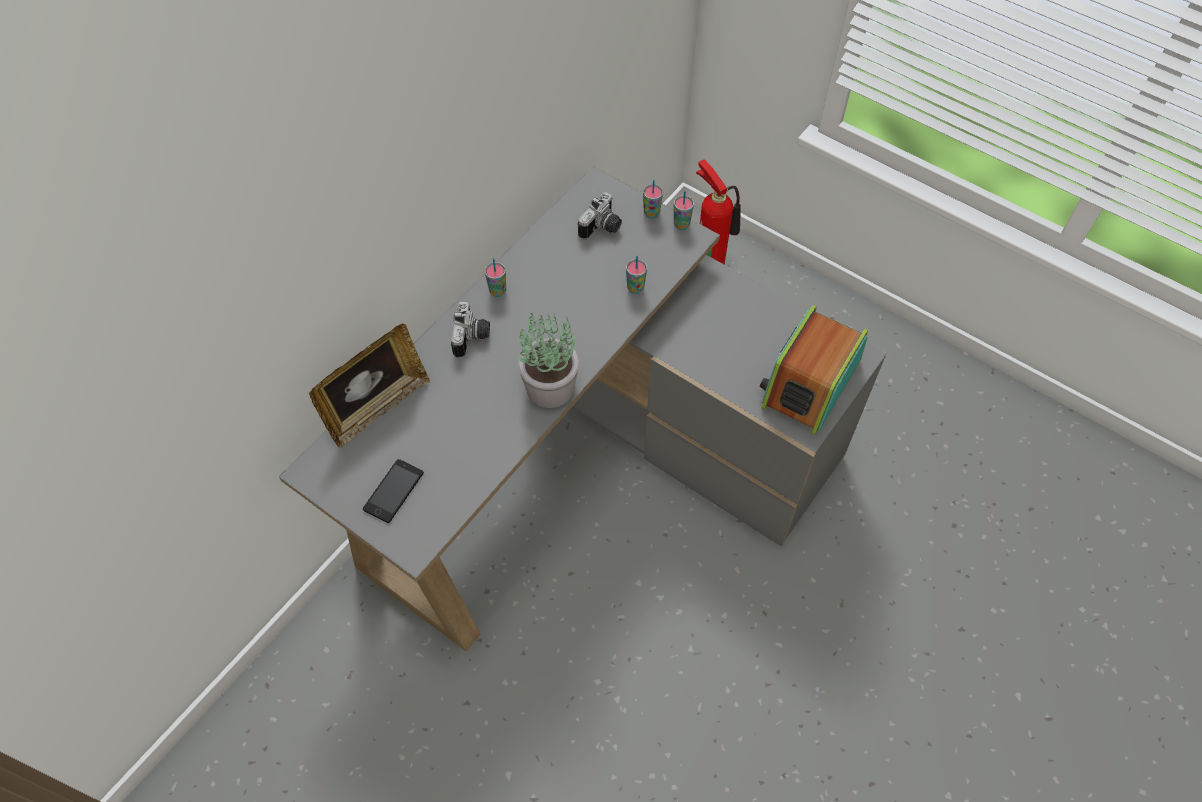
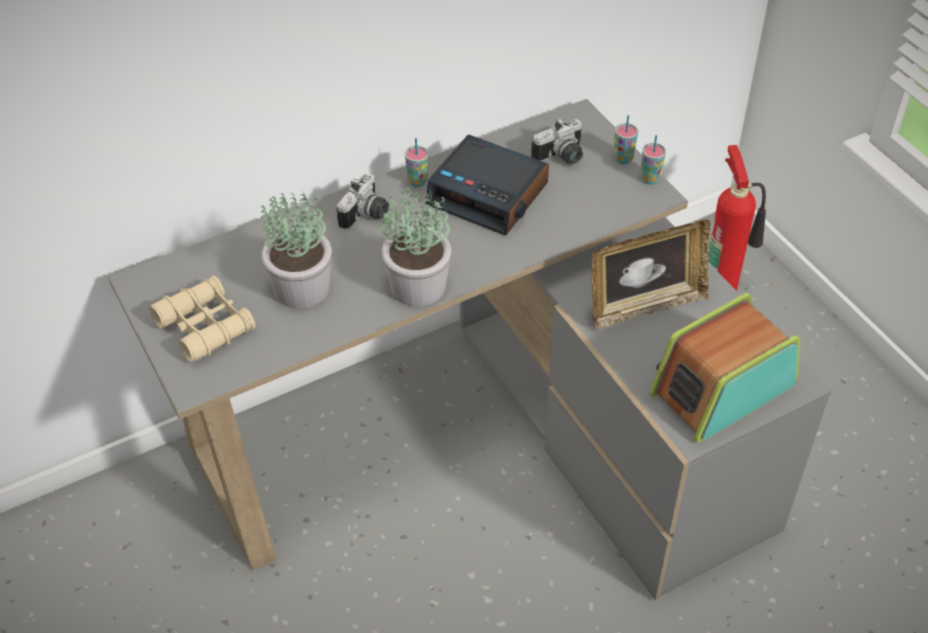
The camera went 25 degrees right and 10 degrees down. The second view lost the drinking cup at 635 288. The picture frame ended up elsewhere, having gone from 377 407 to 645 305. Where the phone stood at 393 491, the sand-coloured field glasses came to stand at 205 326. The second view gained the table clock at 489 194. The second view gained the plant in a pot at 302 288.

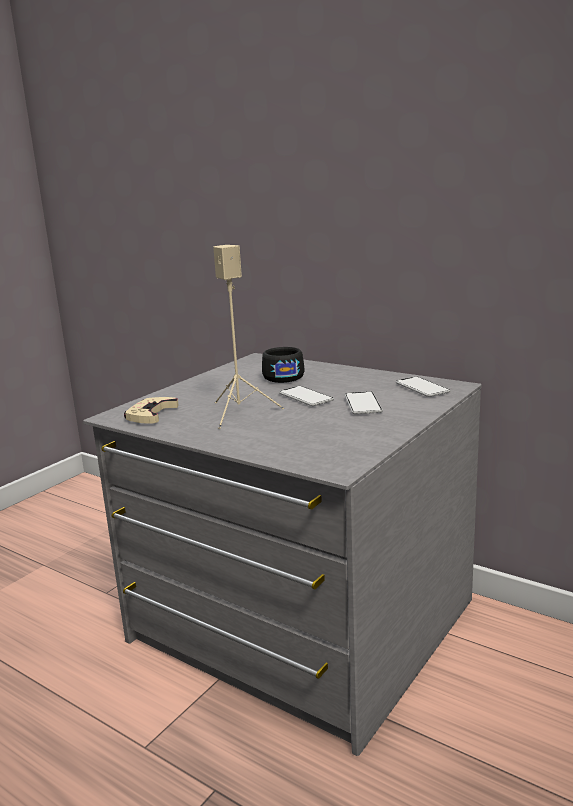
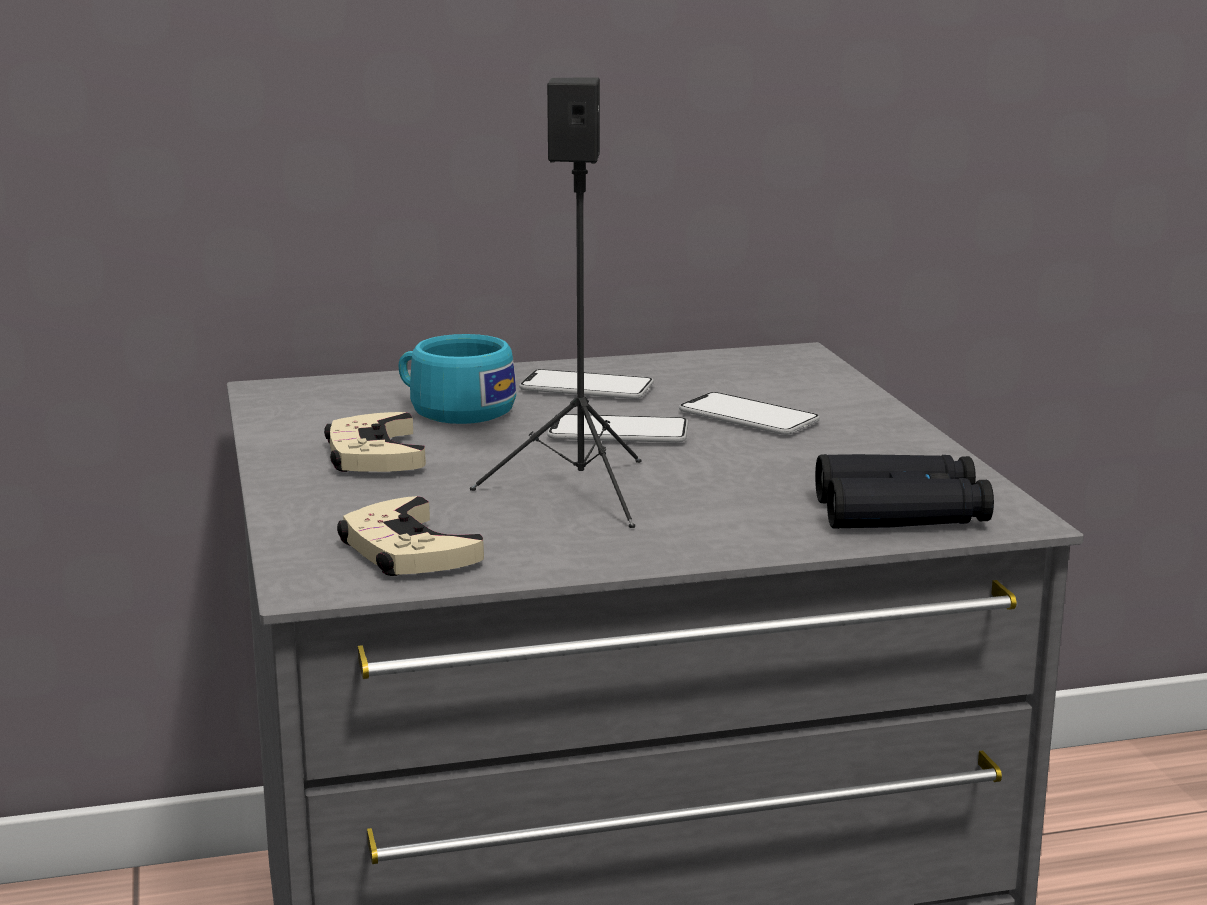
The camera went 50 degrees left and 0 degrees up. What was the sand-coloured loudspeaker at 240 412 turned into the black loudspeaker at 581 490. What was the black drinking cup at 282 376 turned into the blue-green drinking cup at 452 409. The phone ended up elsewhere, having gone from 422 388 to 586 388. The second view gained the sand-coloured game controller at 374 455. The second view gained the black field glasses at 901 512.

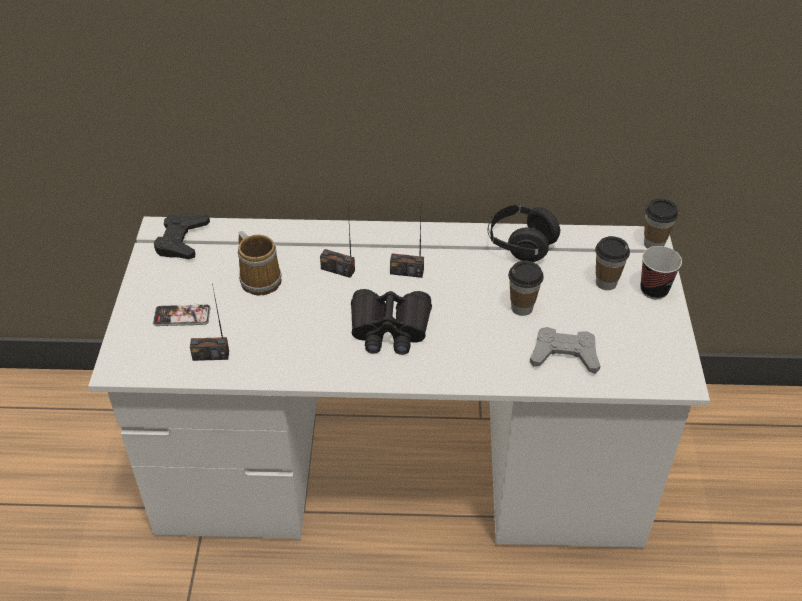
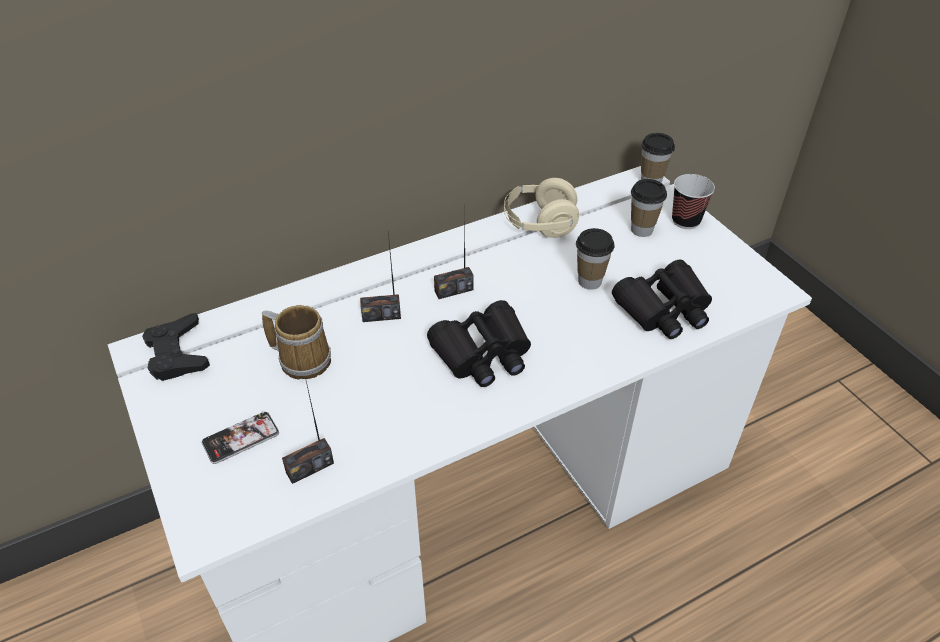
The camera went 30 degrees left and 0 degrees up. What was the black headphones at 520 245 turned into the sand-coloured headphones at 539 224. Where the greyish game controller stood at 564 355, the black field glasses came to stand at 664 309.

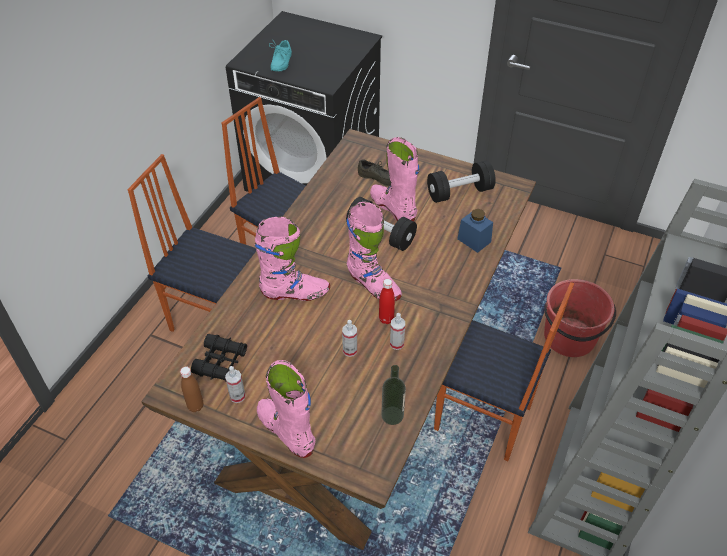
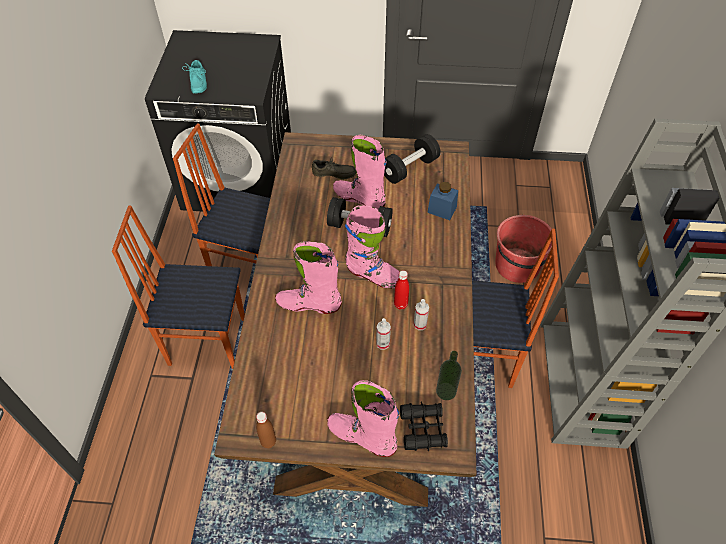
The camera went 20 degrees left and 5 degrees up. The pink-coloured high-top boot at 295 293 ended up facing another way, 150 degrees counterclockwise from before. The black field glasses ended up elsewhere, having gone from 221 362 to 423 429. The second view lost the spray bottle at 237 396.

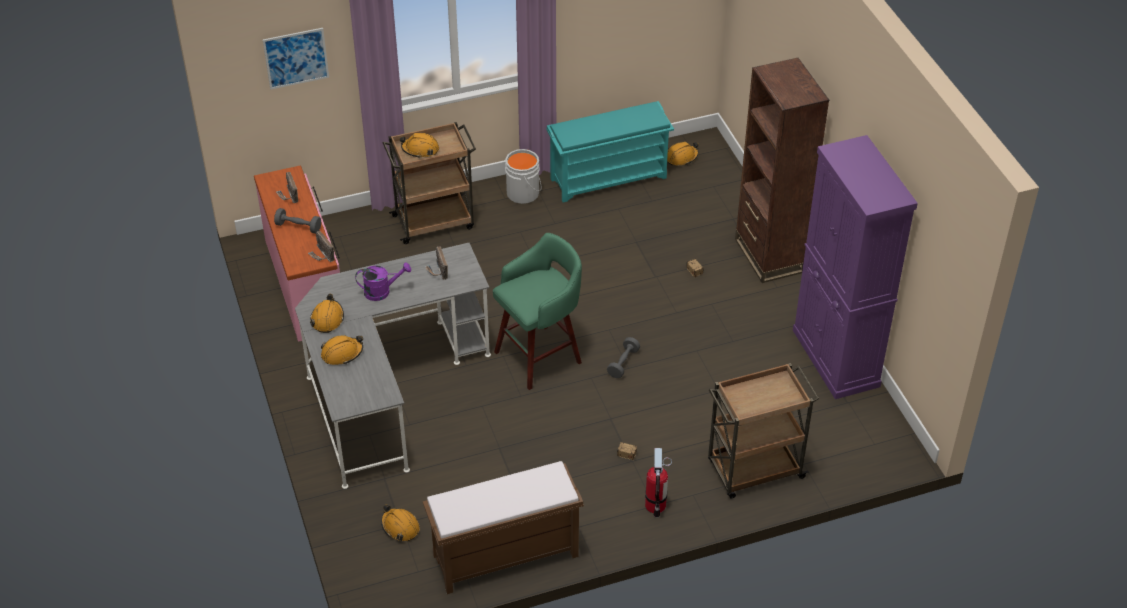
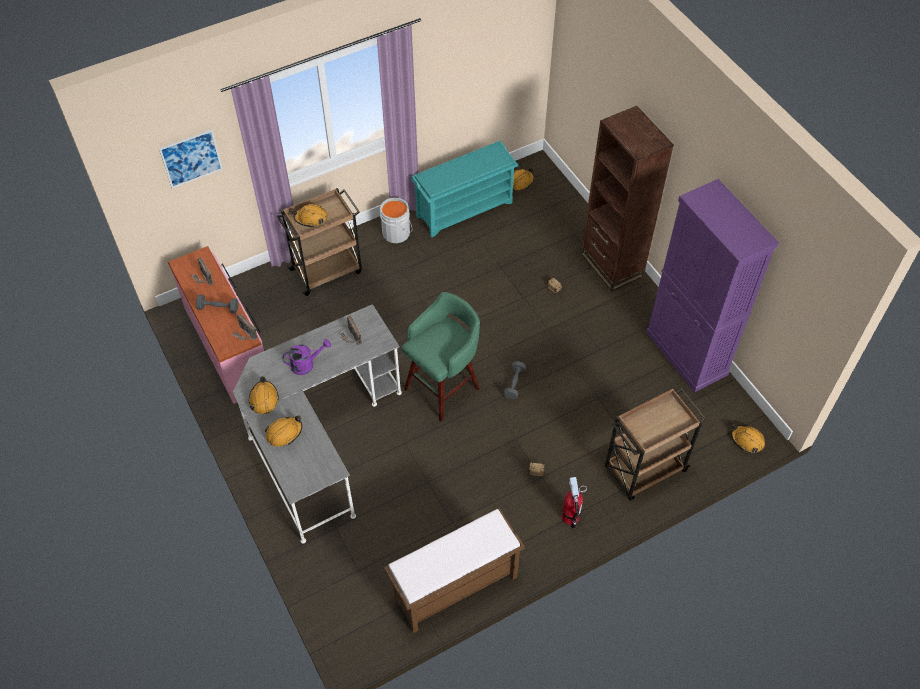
The camera went 10 degrees left and 10 degrees up. The orange hard hat ended up elsewhere, having gone from 400 527 to 747 440.

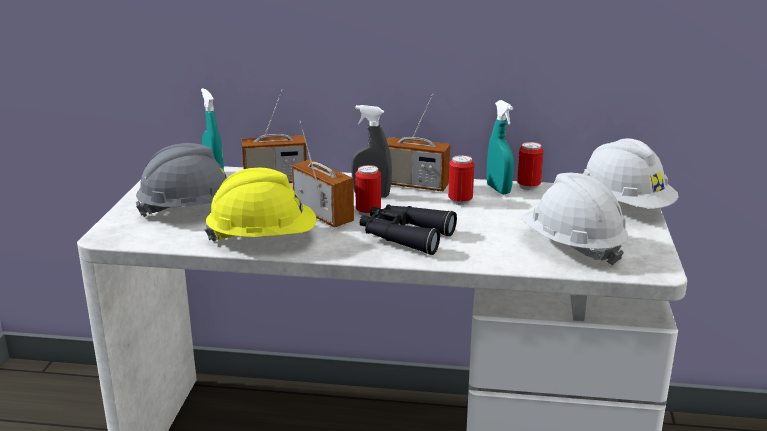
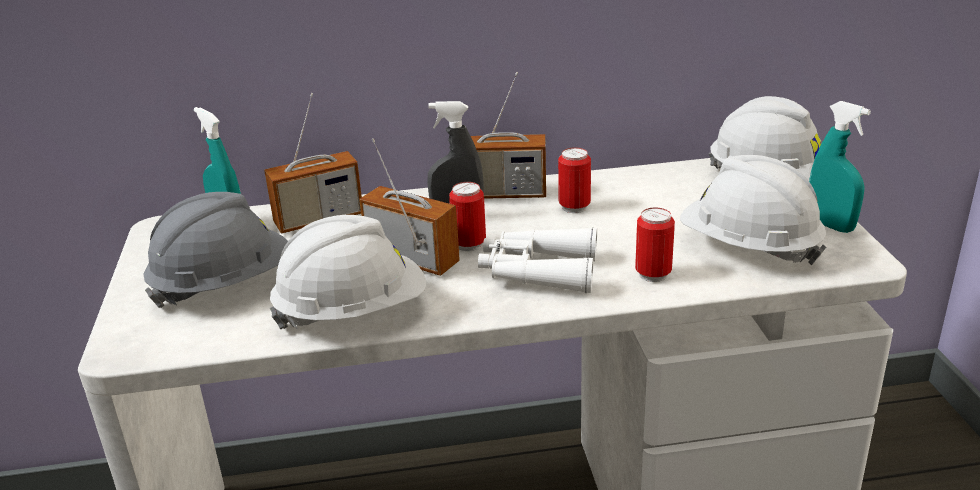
The camera went 15 degrees left and 5 degrees up. The blue-green spray bottle ended up elsewhere, having gone from 498 189 to 830 225. The metal can ended up elsewhere, having gone from 528 186 to 653 274. What was the yellowish hard hat at 263 239 turned into the whitish hard hat at 352 312. What was the black field glasses at 404 236 turned into the whitish field glasses at 537 272.

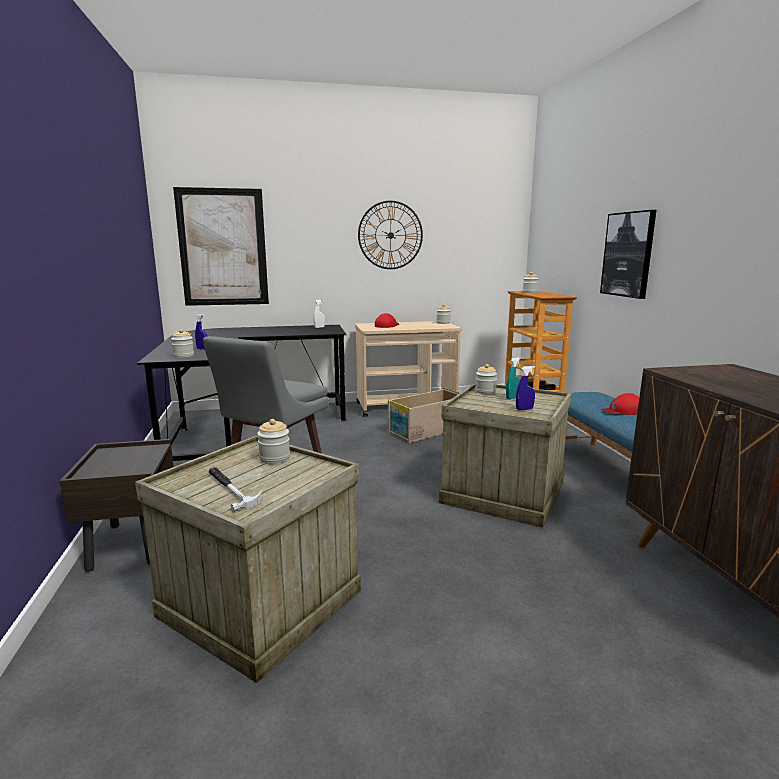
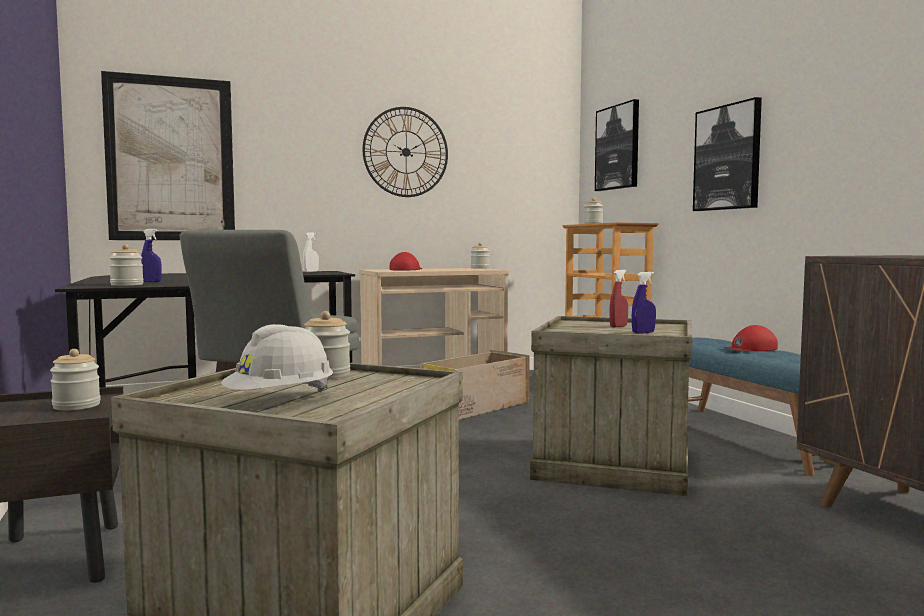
The camera went 10 degrees left and 10 degrees down. What was the blue-green spray bottle at 513 398 turned into the red spray bottle at 618 326. The storage jar ended up elsewhere, having gone from 485 391 to 76 406. Where the hammer stood at 231 489, the whitish hard hat came to stand at 280 400. The second view gained the wall picture at 618 147.

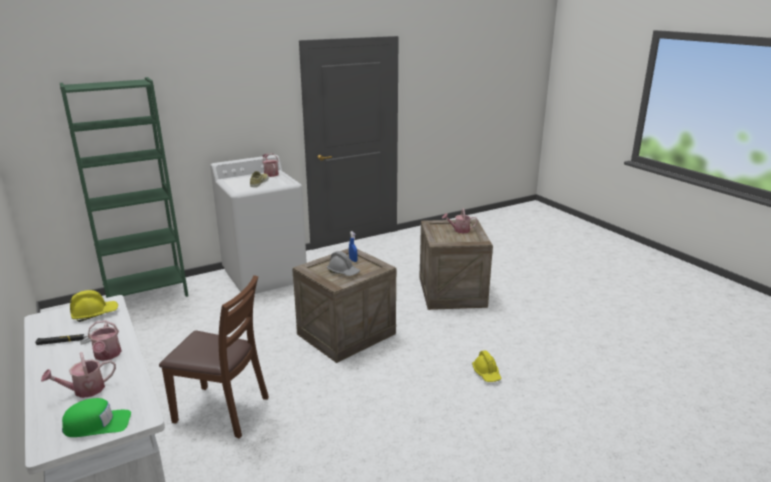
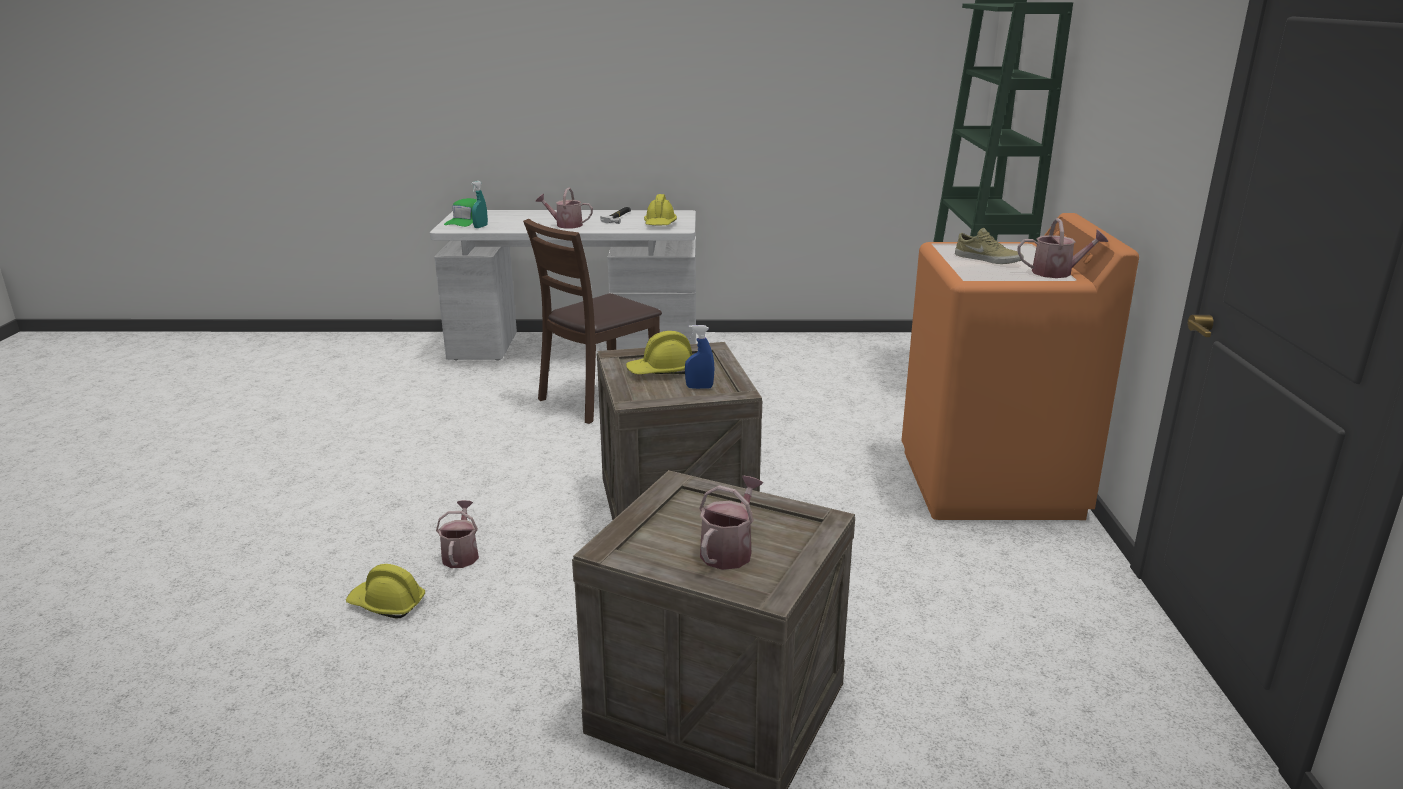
The camera went 120 degrees right and 0 degrees up. What was the whitish laundry appliance at 265 275 turned into the orange laundry appliance at 990 483. What was the greyish hard hat at 343 272 turned into the yellowish hard hat at 661 371. The watering can ended up elsewhere, having gone from 84 390 to 461 554. The second view gained the blue-green spray bottle at 480 227.

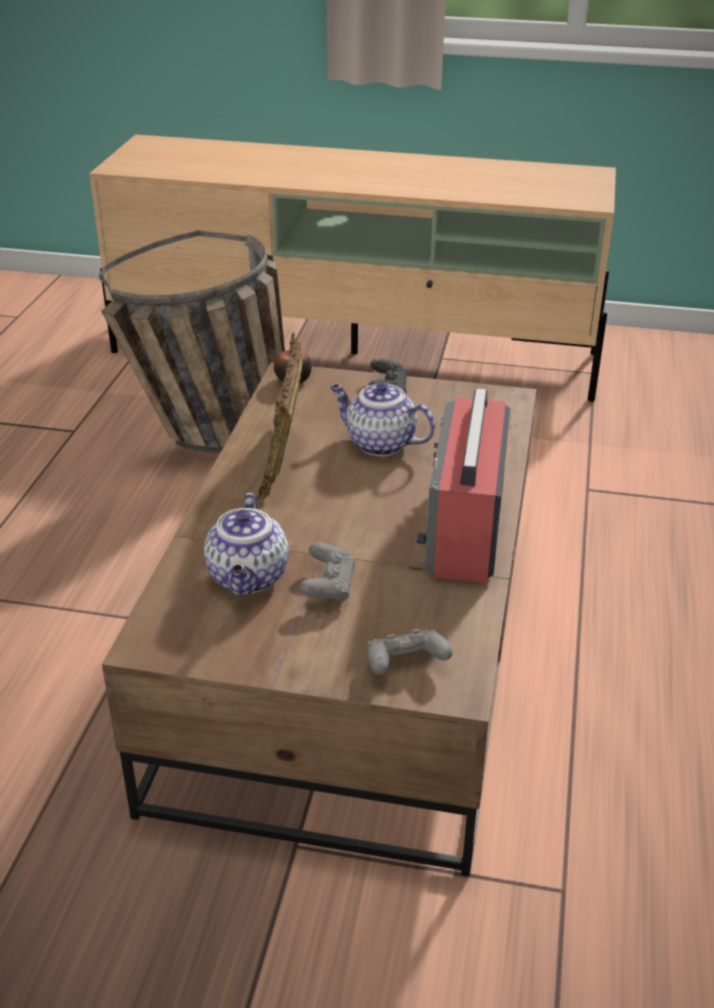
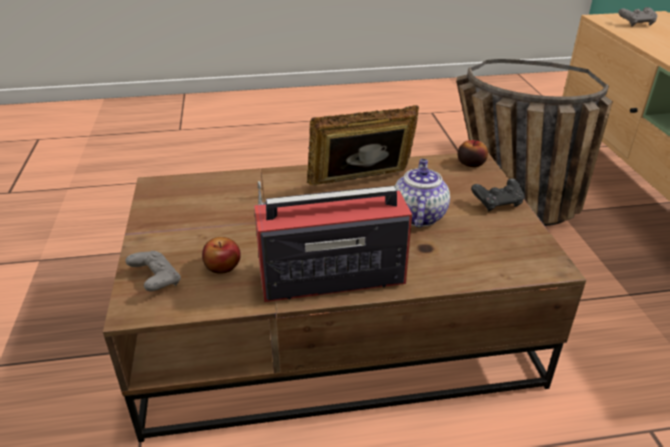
The camera went 70 degrees right and 0 degrees up. The second view lost the tea pot at 249 578. The greyish game controller ended up elsewhere, having gone from 328 587 to 636 24. The second view gained the apple at 223 266.

